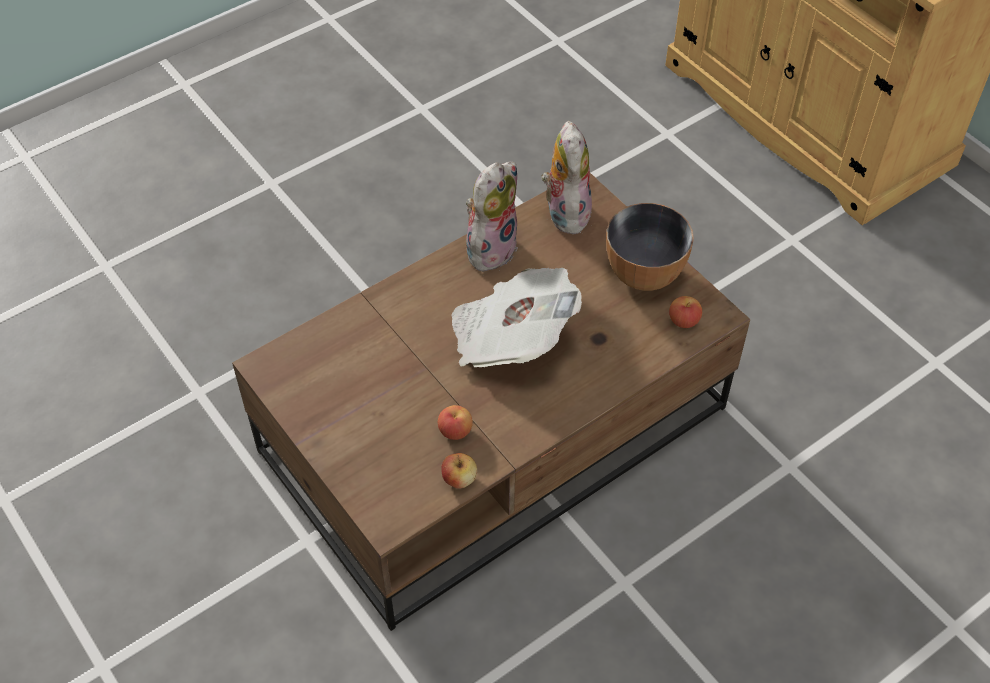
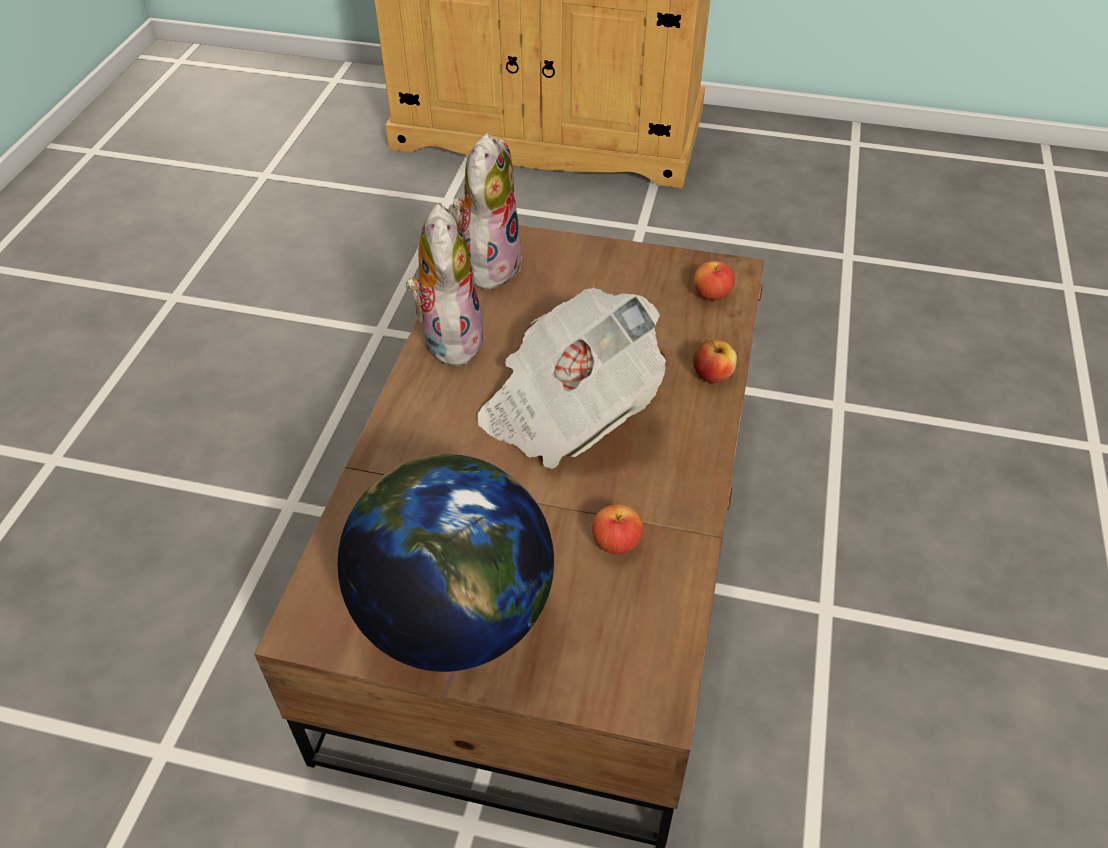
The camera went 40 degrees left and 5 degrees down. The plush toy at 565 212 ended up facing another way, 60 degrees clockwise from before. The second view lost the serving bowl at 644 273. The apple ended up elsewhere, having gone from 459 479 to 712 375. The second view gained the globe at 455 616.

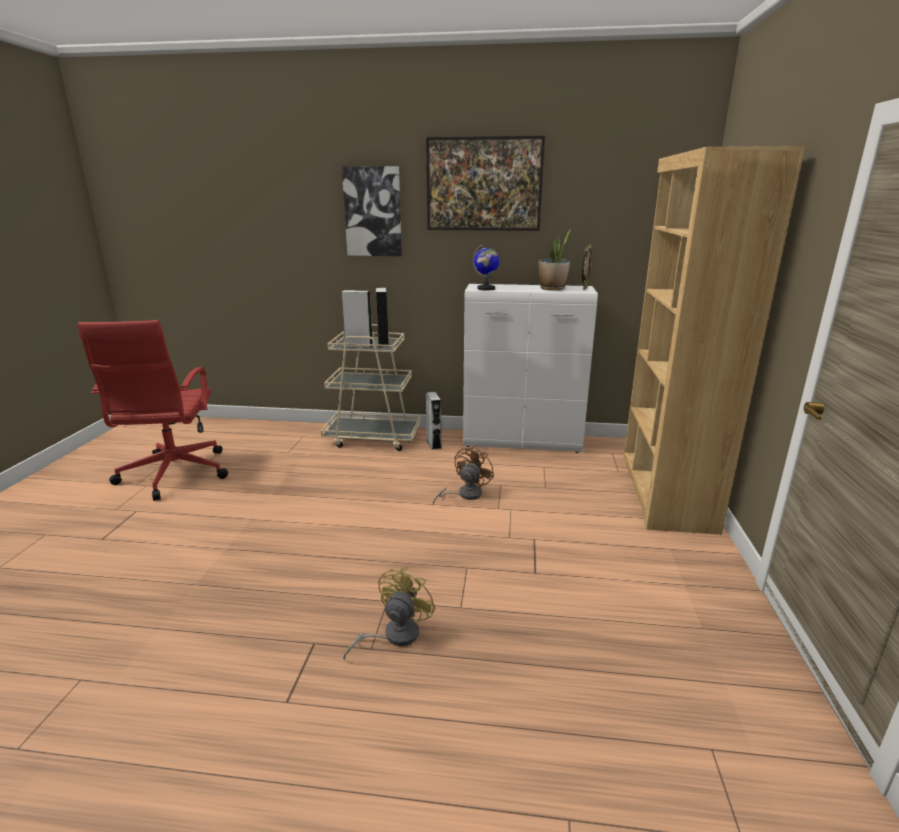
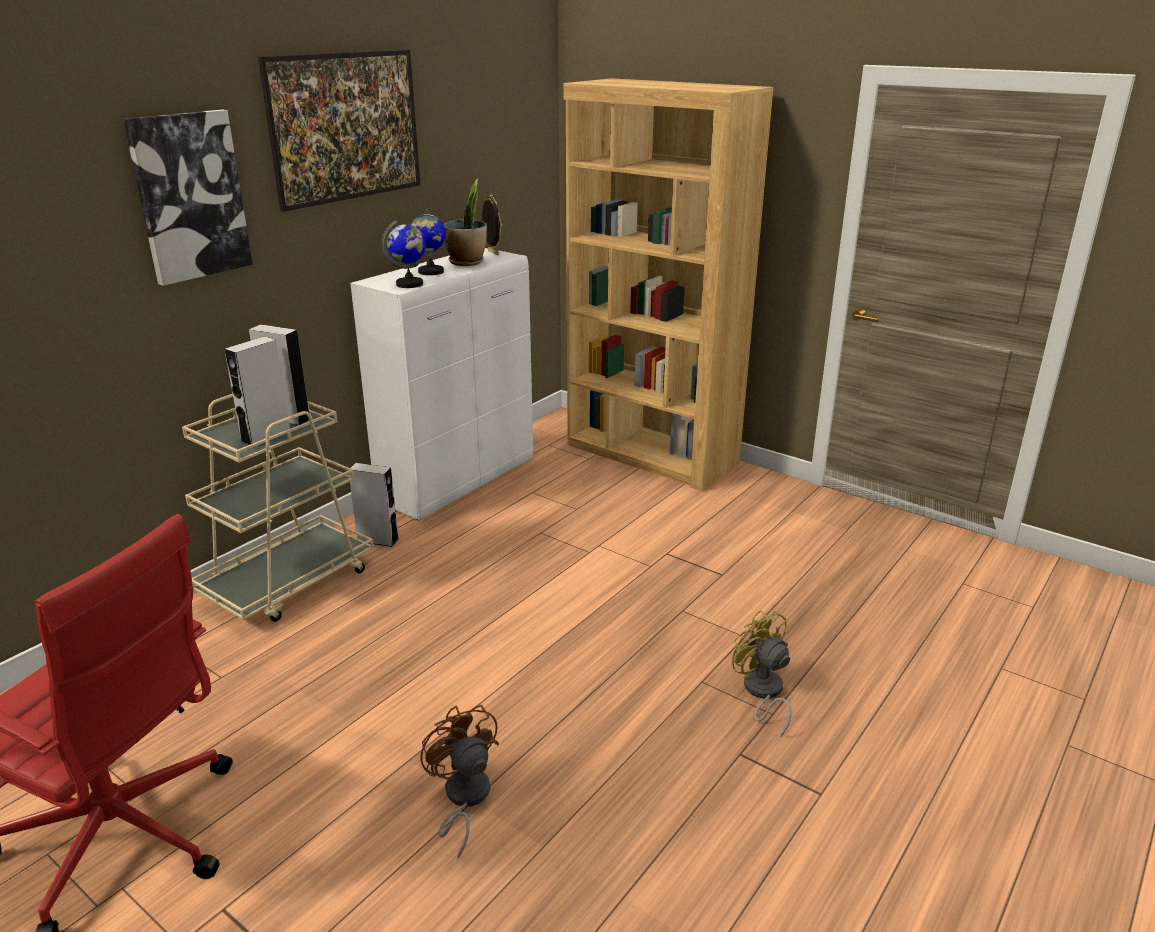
The camera went 60 degrees left and 5 degrees up. The brownish fan ended up elsewhere, having gone from 465 495 to 463 799. The second view gained the globe at 430 272.

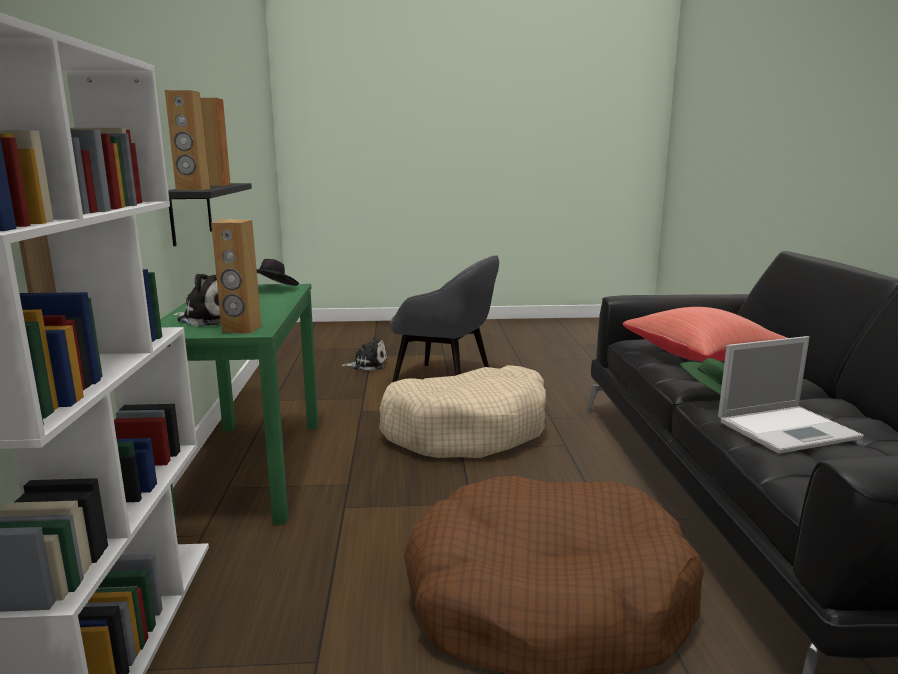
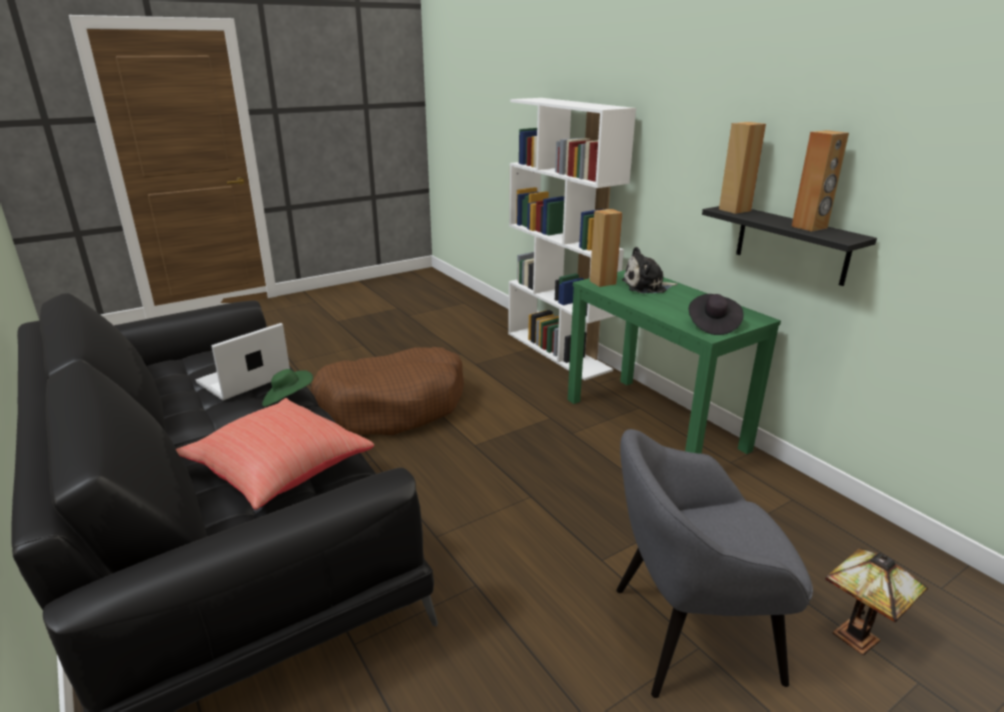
The camera went 150 degrees right and 10 degrees up. Where the plush toy stood at 368 365, the table lamp came to stand at 859 638. The second view lost the sand-coloured dog bed at 467 430.

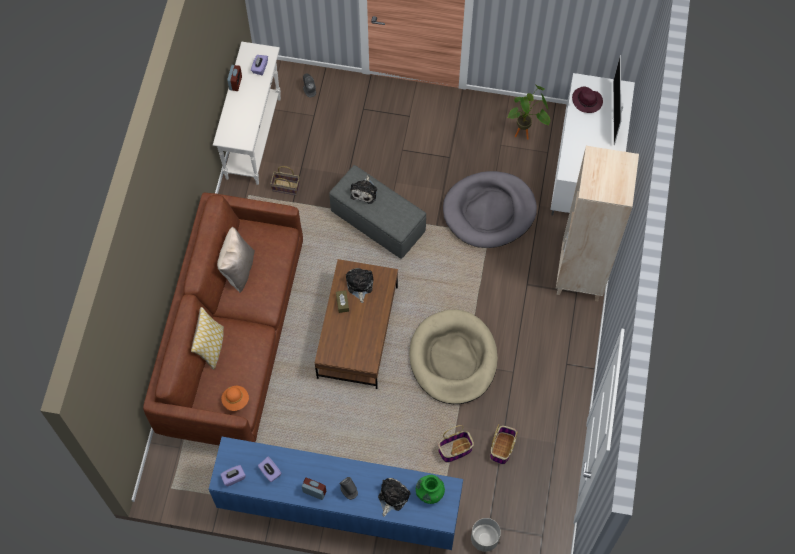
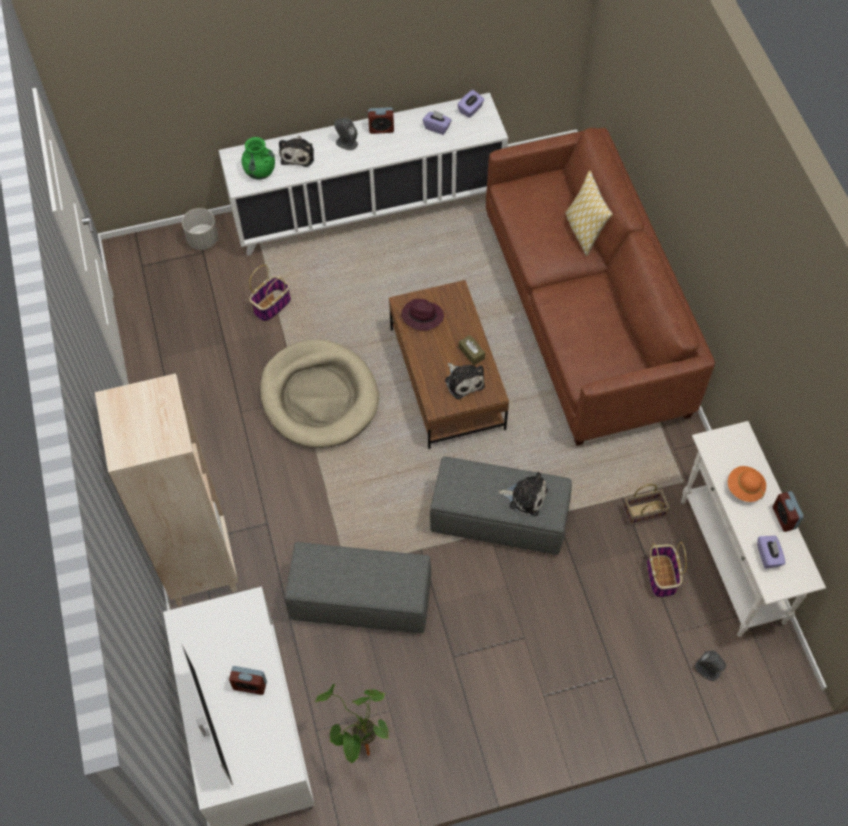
The camera went 155 degrees right and 5 degrees down. The purple hat ended up elsewhere, having gone from 587 101 to 421 316. Where the greyish dog bed stood at 489 211, the greyish footrest came to stand at 360 600. The plush toy at 364 191 ended up facing another way, 120 degrees clockwise from before. The second view lost the sand-coloured cushion at 238 269. The orange hat ended up elsewhere, having gone from 236 400 to 744 488. The storage basket ended up elsewhere, having gone from 502 447 to 662 577. What was the blue cabinet at 339 508 turned into the whitish cabinet at 368 207. The second view gained the table clock at 250 685.

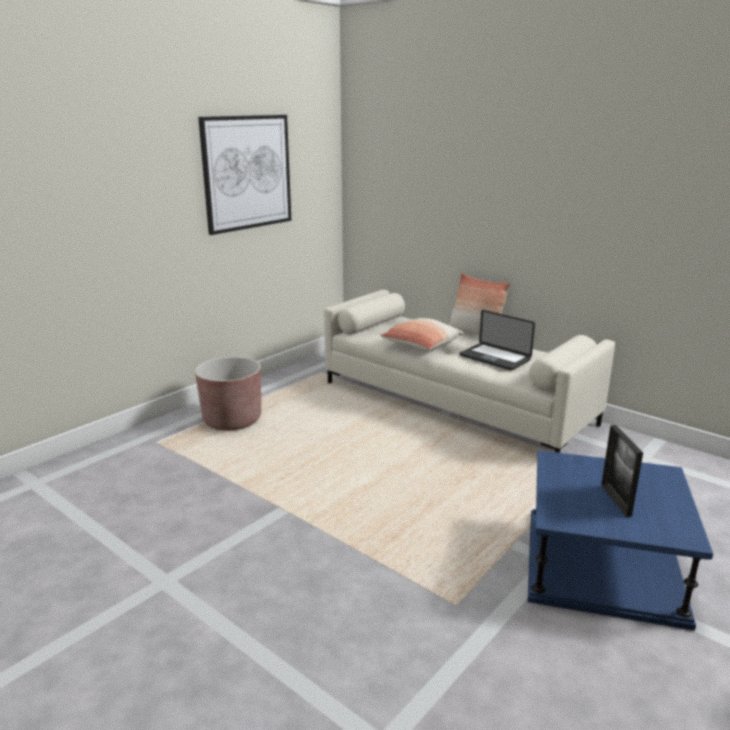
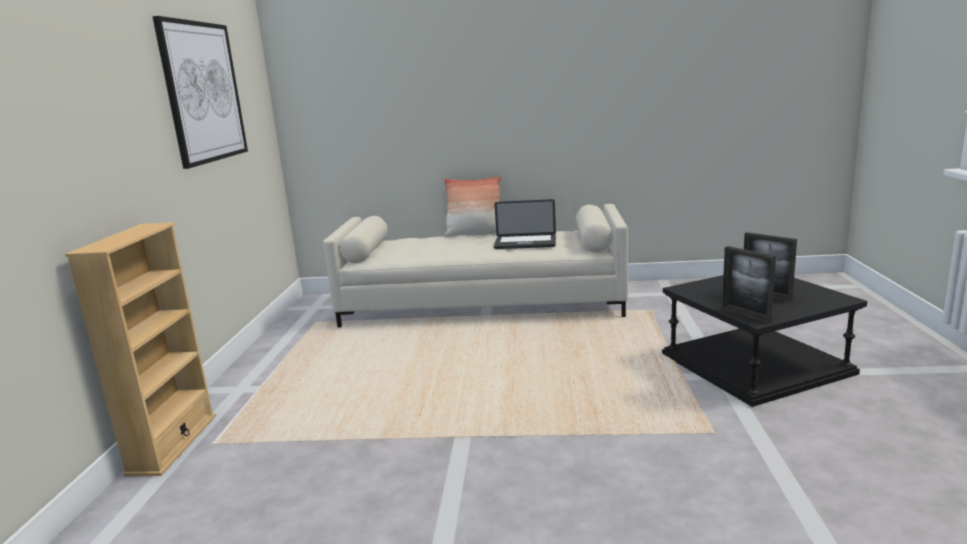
The camera went 35 degrees left and 5 degrees down. The second view lost the cushion at 421 345. The second view lost the brownish planter at 232 420. What was the blue side table at 603 565 turned into the black side table at 755 363. The second view gained the sand-coloured shelving unit at 173 444. The second view gained the picture frame at 746 315.

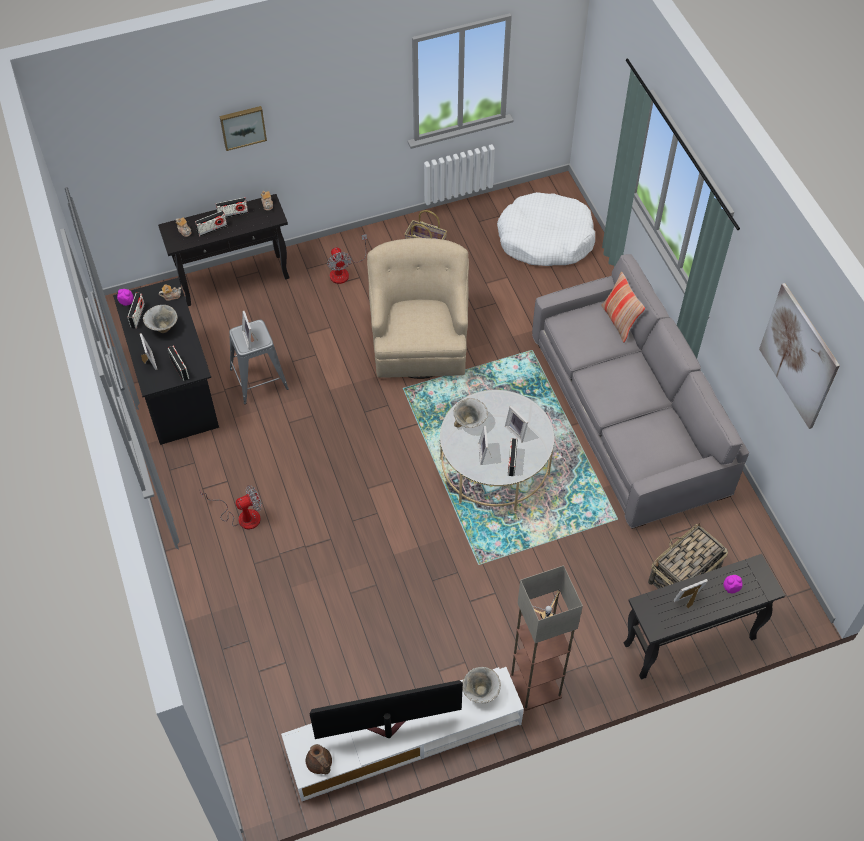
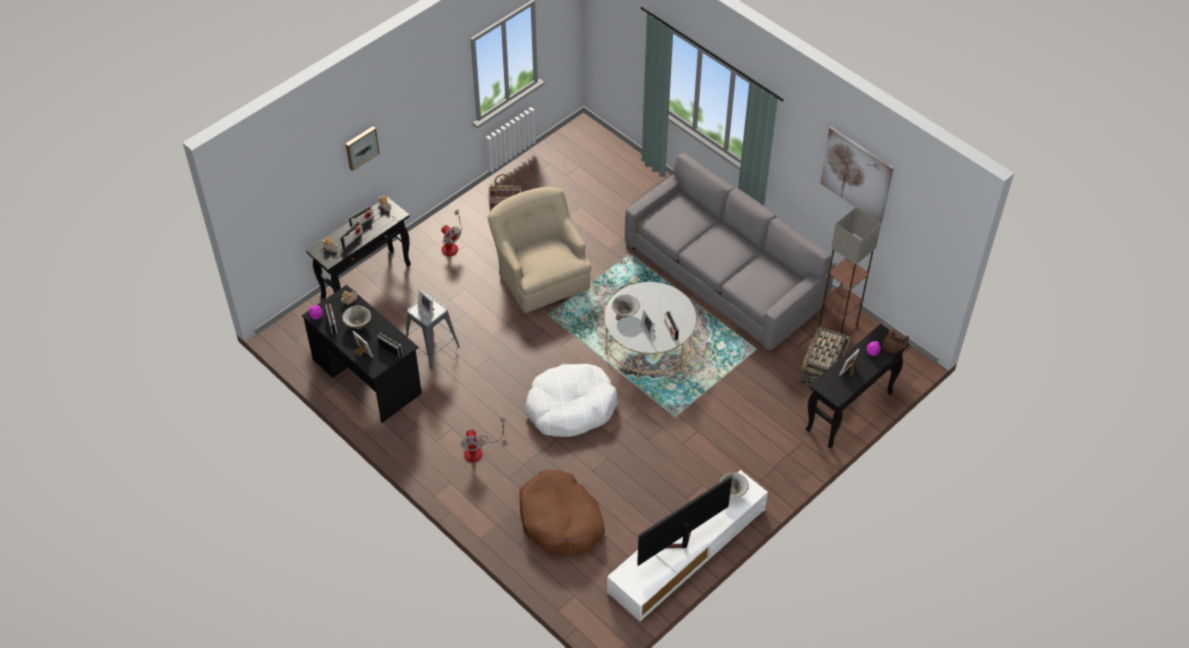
The camera went 25 degrees left and 5 degrees down. The whitish dog bed ended up elsewhere, having gone from 545 239 to 570 407. The second view lost the cushion at 619 321. The second view lost the picture frame at 517 431. The fan at 241 516 ended up facing another way, 135 degrees clockwise from before. The standing lamp ended up elsewhere, having gone from 536 686 to 838 326. The brownish tea pot ended up elsewhere, having gone from 319 764 to 892 347. The second view gained the brownish dog bed at 561 521.

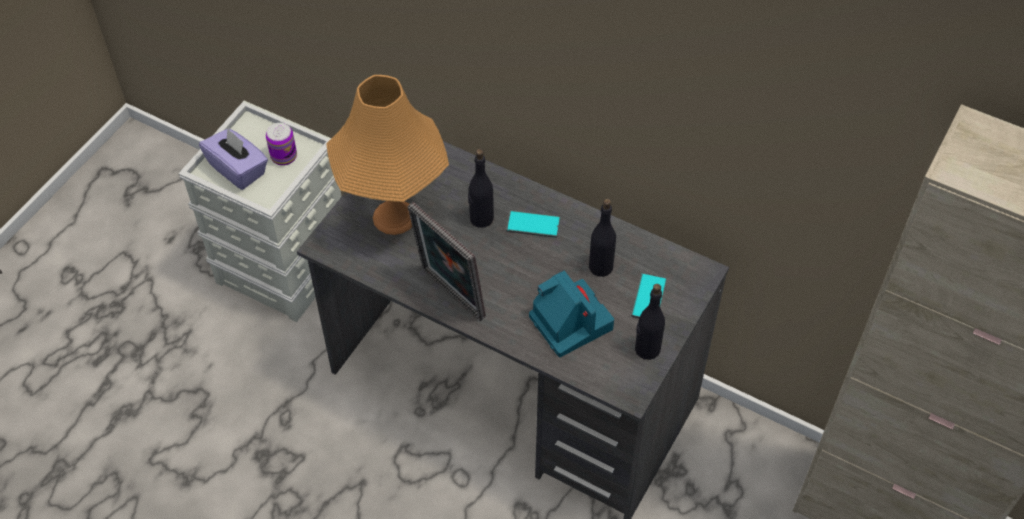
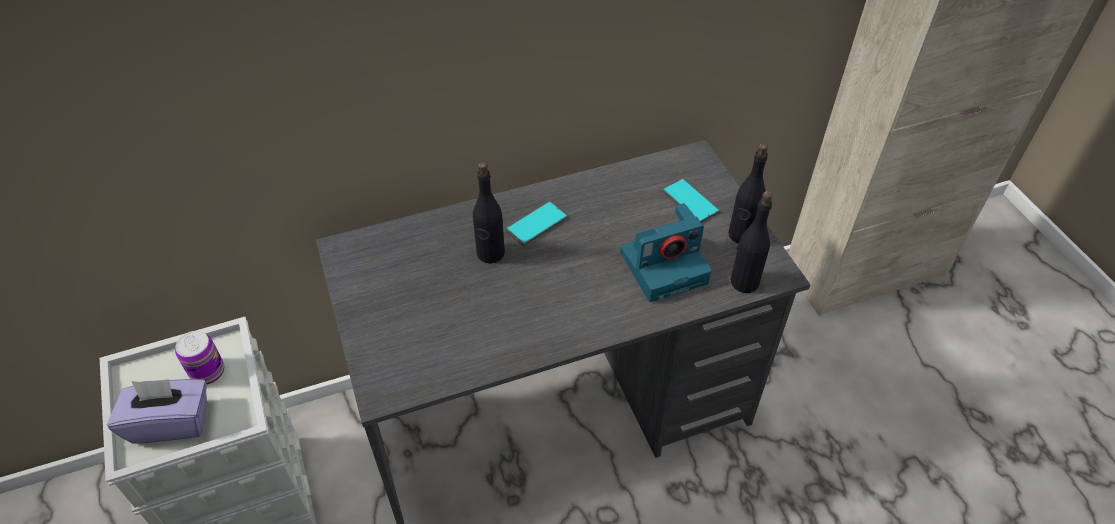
The camera went 50 degrees left and 5 degrees down. The second view lost the orange table lamp at 394 217. The black beverage bottle ended up elsewhere, having gone from 601 266 to 744 282. The second view lost the picture frame at 449 296. The photo camera at 569 321 ended up facing another way, 150 degrees clockwise from before.

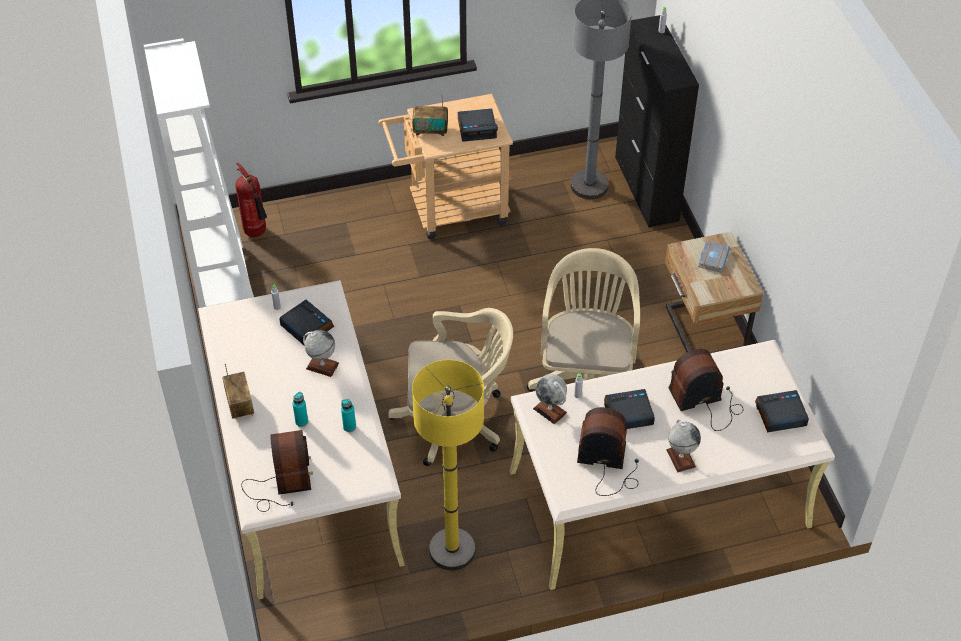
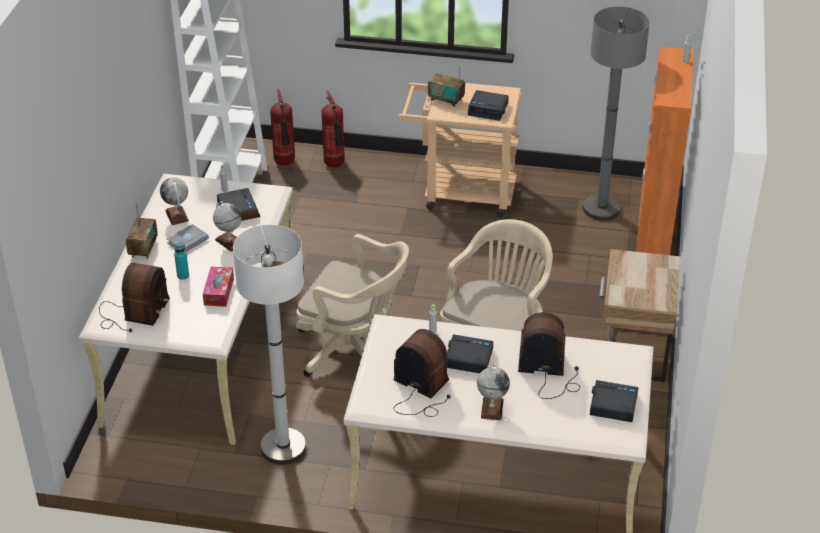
The camera went 25 degrees right and 10 degrees down. What was the black cabinet at 646 189 turned into the orange cabinet at 654 226. The greyish volume ended up elsewhere, having gone from 712 258 to 187 240. What was the yellowish standing lamp at 452 550 turned into the whitish standing lamp at 283 447. The globe ended up elsewhere, having gone from 550 410 to 177 216. Where the blue-green beverage bottle stood at 349 427, the tissue holder came to stand at 219 292. The second view gained the fire extinguisher at 335 165.

